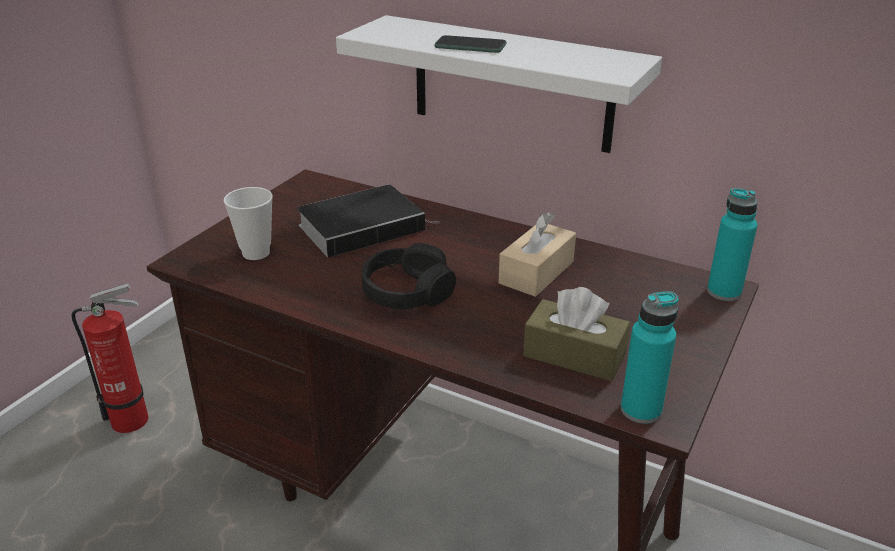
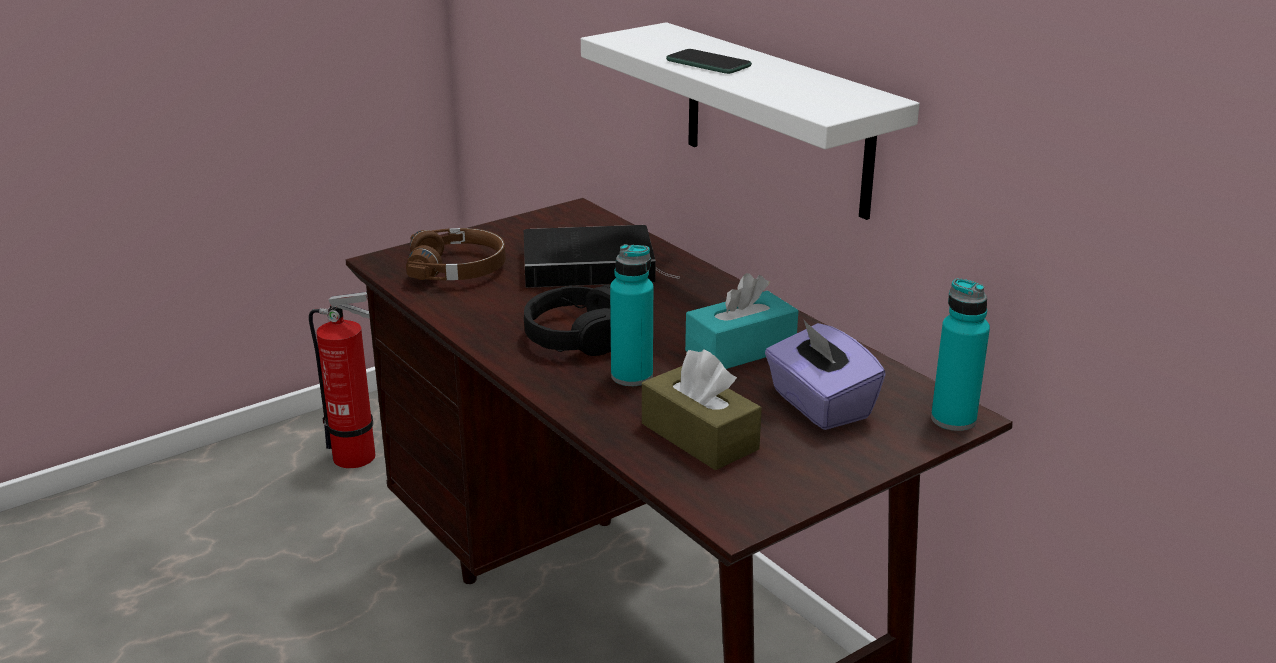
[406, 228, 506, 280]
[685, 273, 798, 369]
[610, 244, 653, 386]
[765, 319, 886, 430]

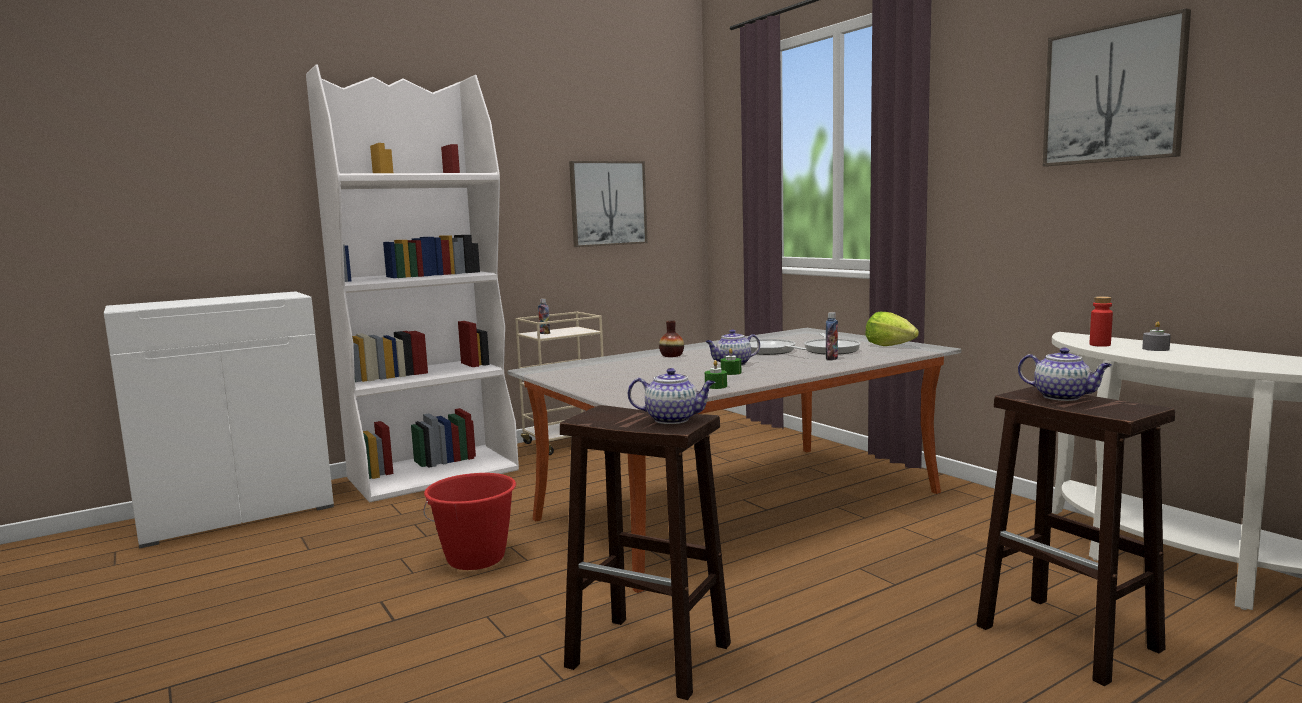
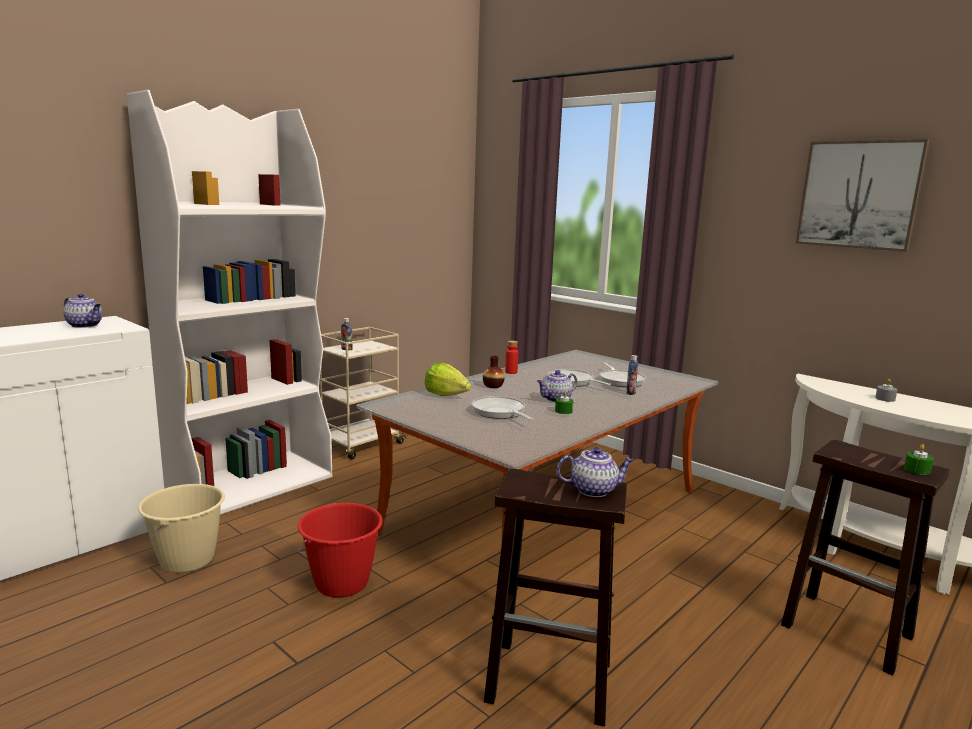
[569, 161, 648, 247] (first image)
[505, 341, 518, 374]
[424, 363, 471, 396]
[63, 293, 102, 328]
[904, 444, 934, 475]
[471, 396, 534, 420]
[138, 484, 225, 573]

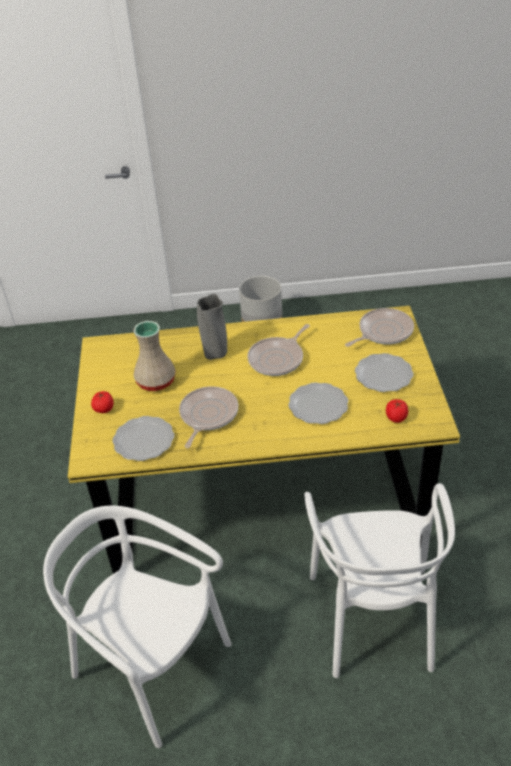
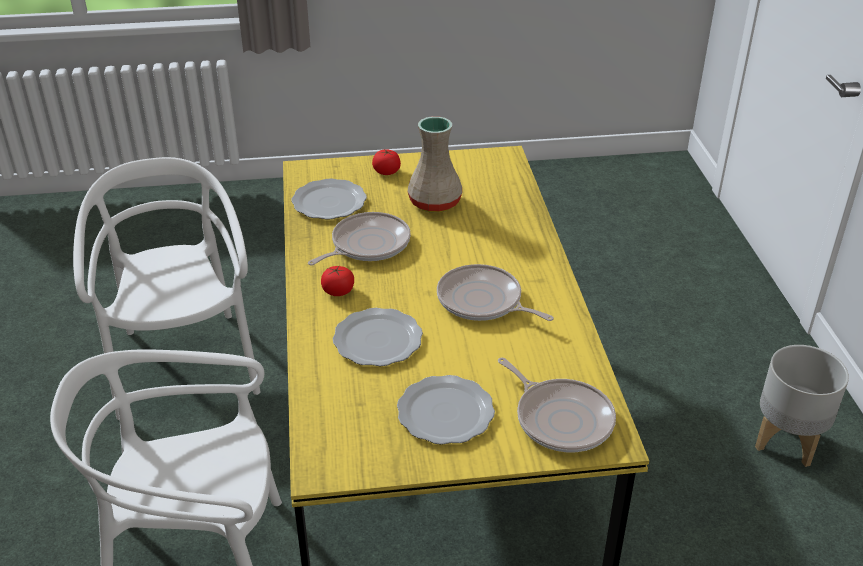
[197, 294, 227, 360] (first image)
[308, 212, 411, 265]
[321, 266, 354, 296]
[73, 157, 261, 420]

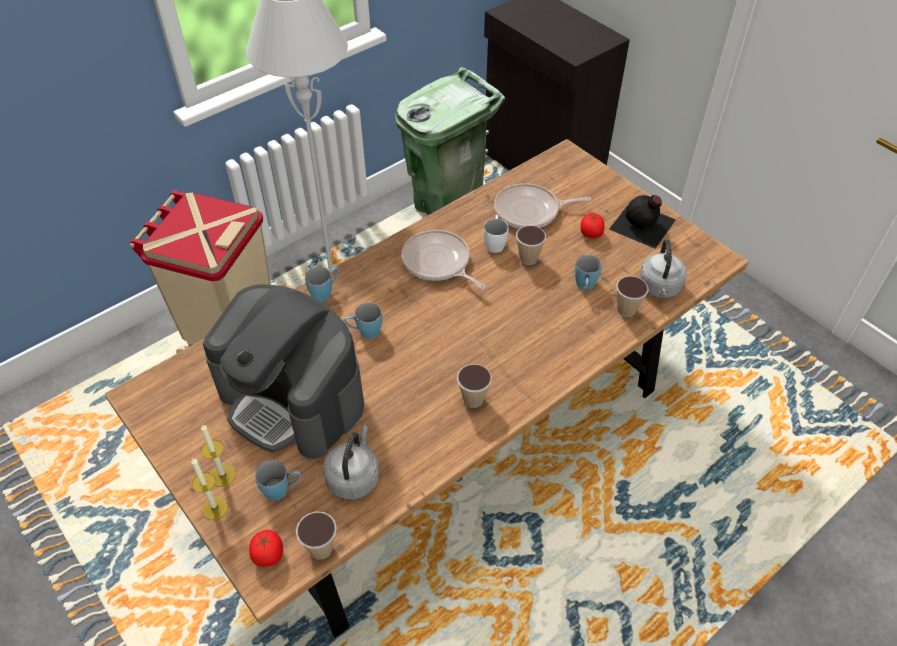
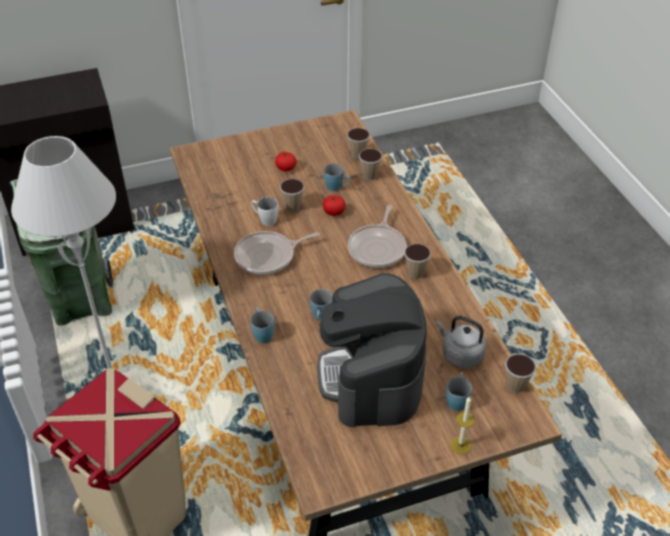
[348, 205, 407, 268]
[609, 195, 676, 249] (first image)
[347, 128, 370, 159]
[317, 273, 427, 427]
[201, 424, 236, 487] (first image)
[323, 195, 346, 216]

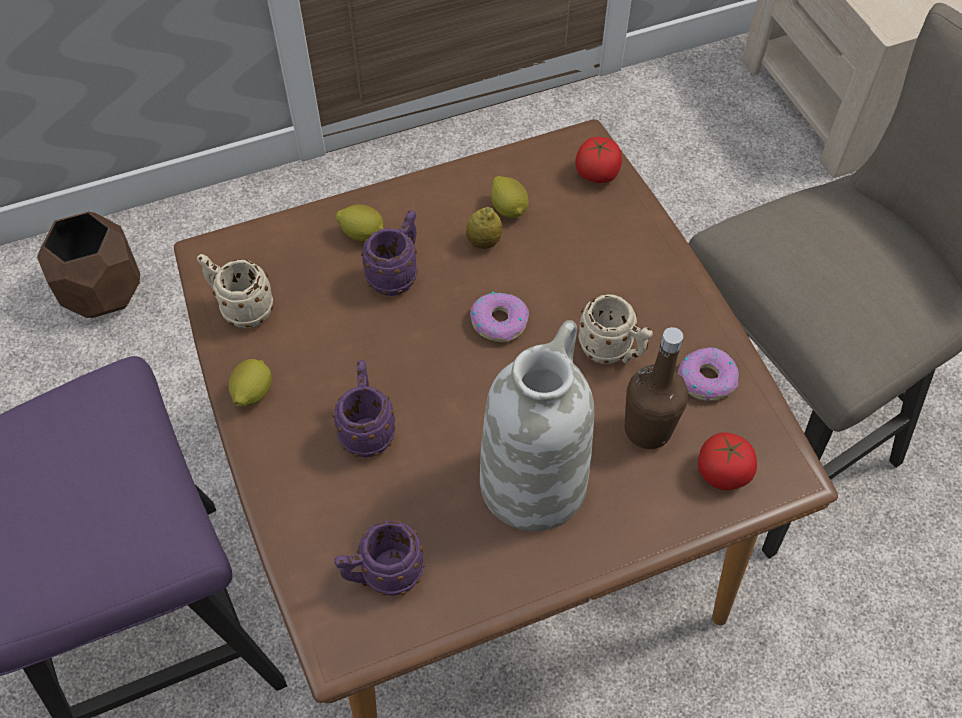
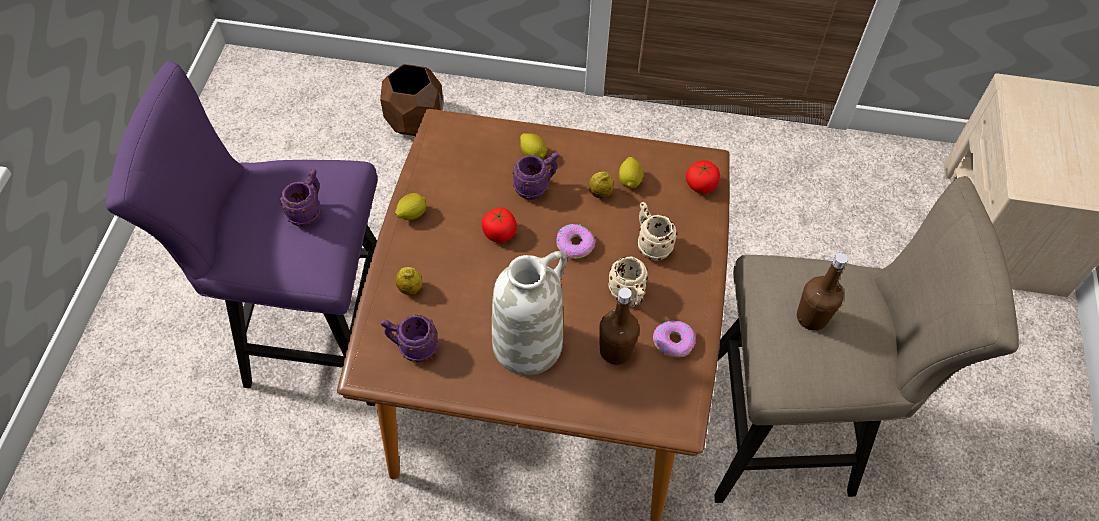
[637, 202, 678, 261]
[280, 169, 321, 227]
[482, 208, 517, 243]
[797, 252, 848, 331]
[396, 267, 422, 295]

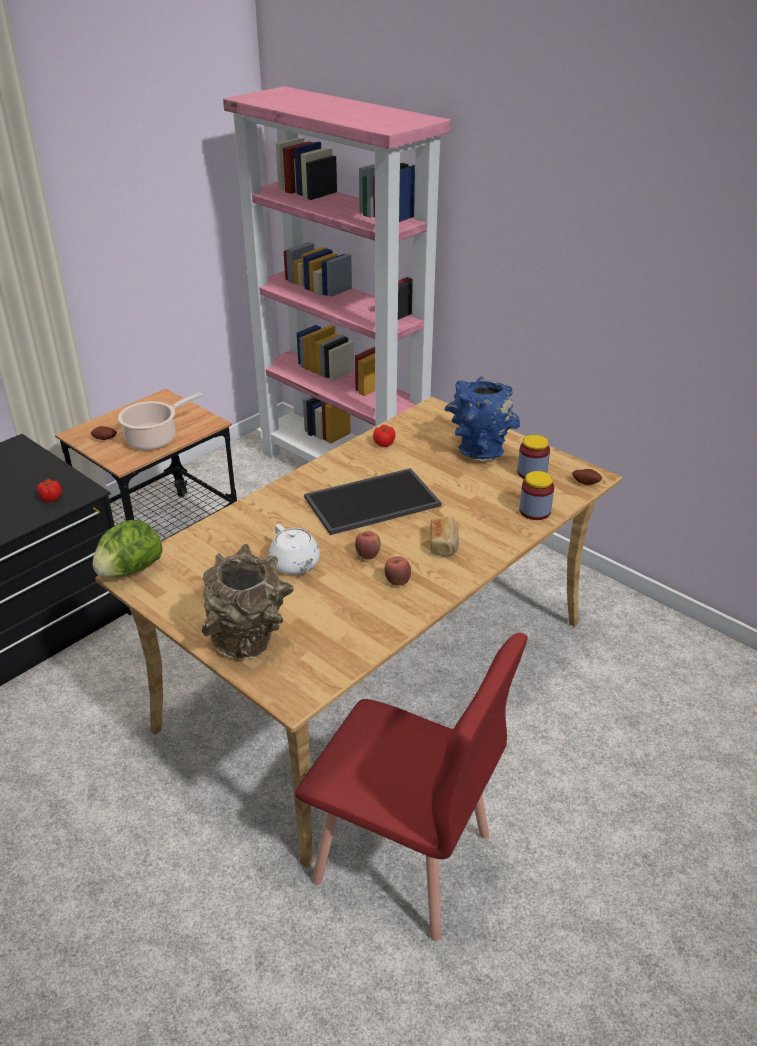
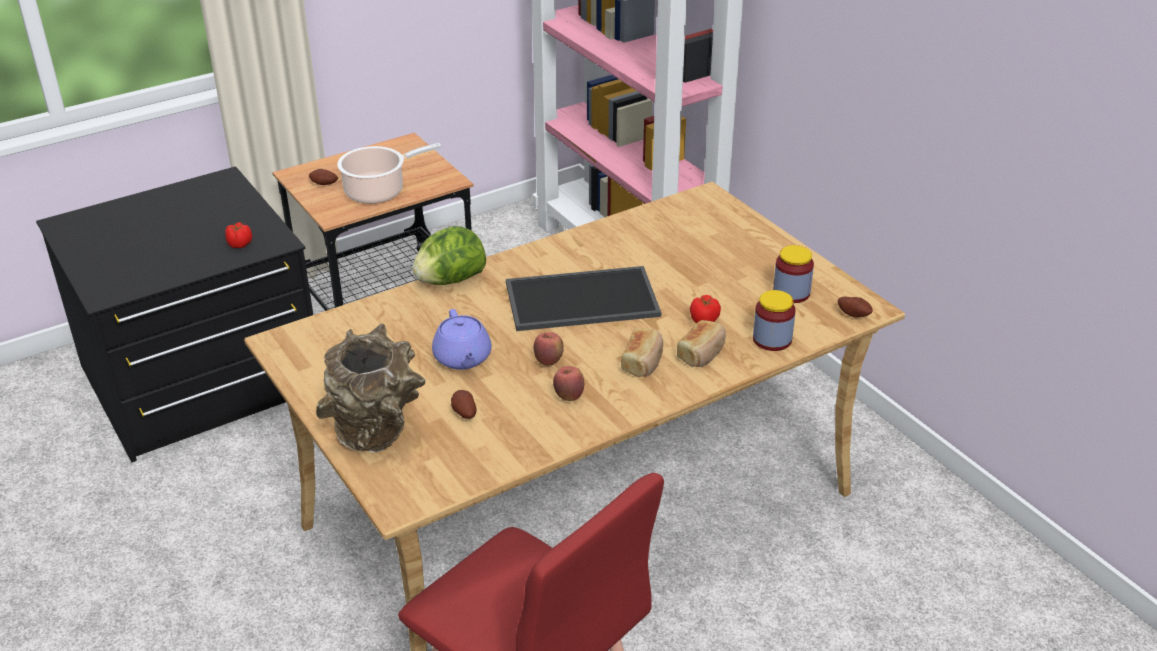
[445, 376, 520, 461] (first image)
[690, 295, 721, 323]
[412, 226, 486, 285]
[432, 309, 492, 370]
[677, 320, 726, 367]
[451, 390, 477, 419]

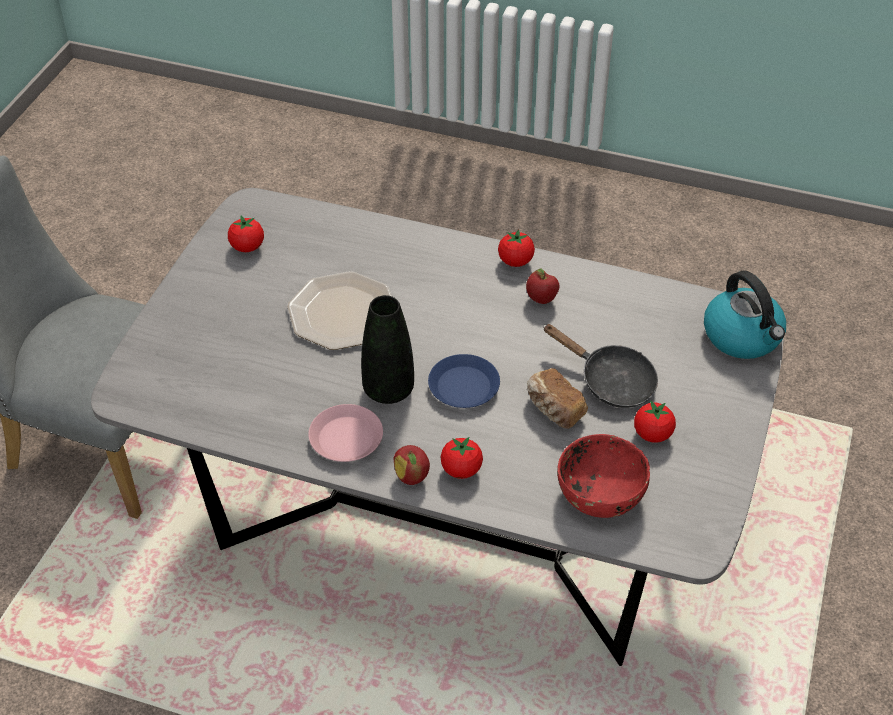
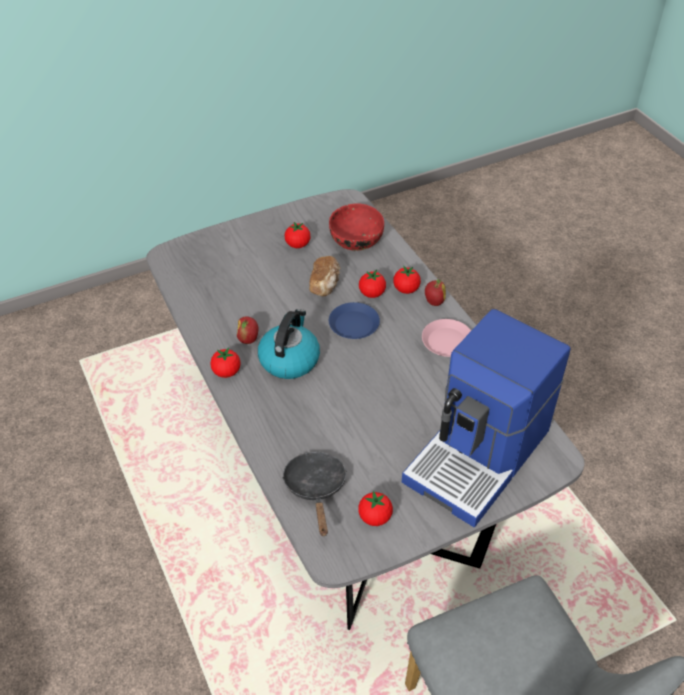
[287, 271, 392, 350] (first image)
[258, 309, 320, 379]
[361, 295, 414, 404] (first image)
[282, 452, 347, 536]
[359, 270, 386, 298]
[402, 309, 571, 527]

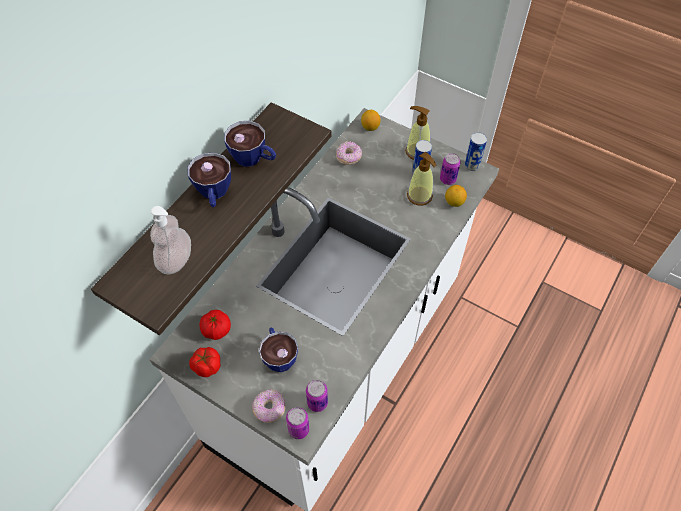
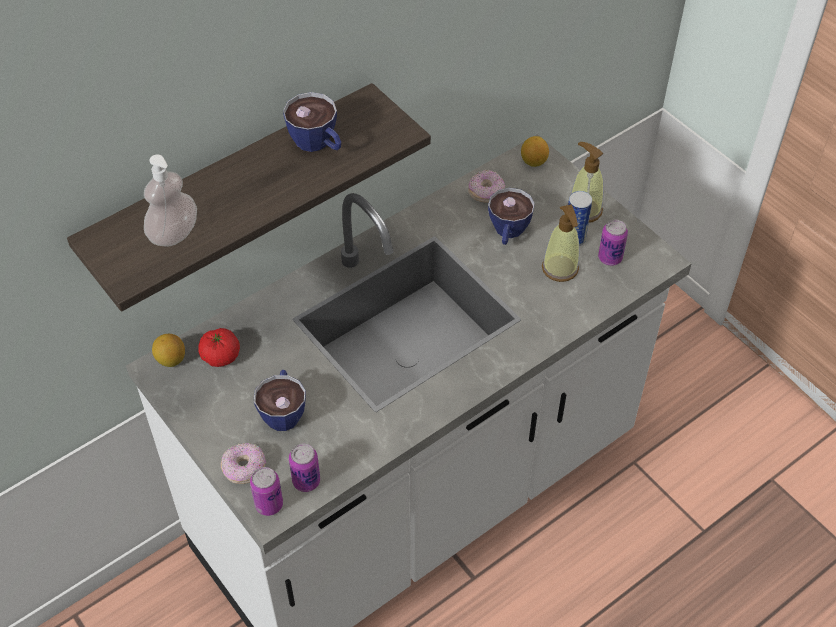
[465, 132, 487, 171] (first image)
[488, 188, 535, 245]
[152, 334, 185, 367]
[189, 347, 221, 377] (first image)

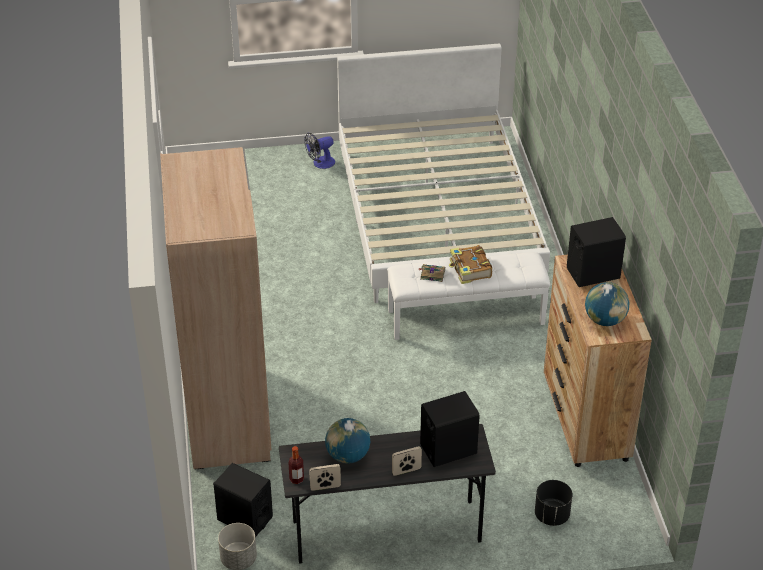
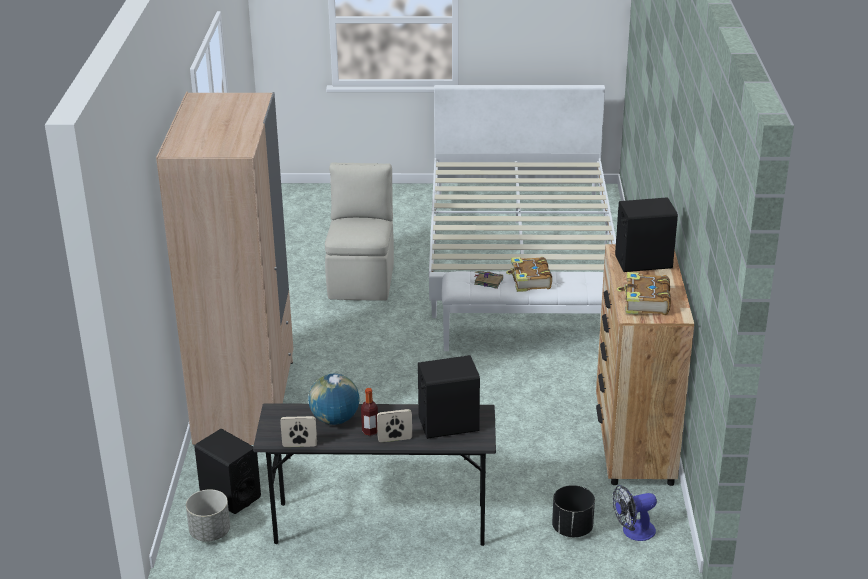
[612, 485, 657, 541]
[617, 272, 671, 315]
[361, 388, 378, 436]
[325, 162, 394, 301]

